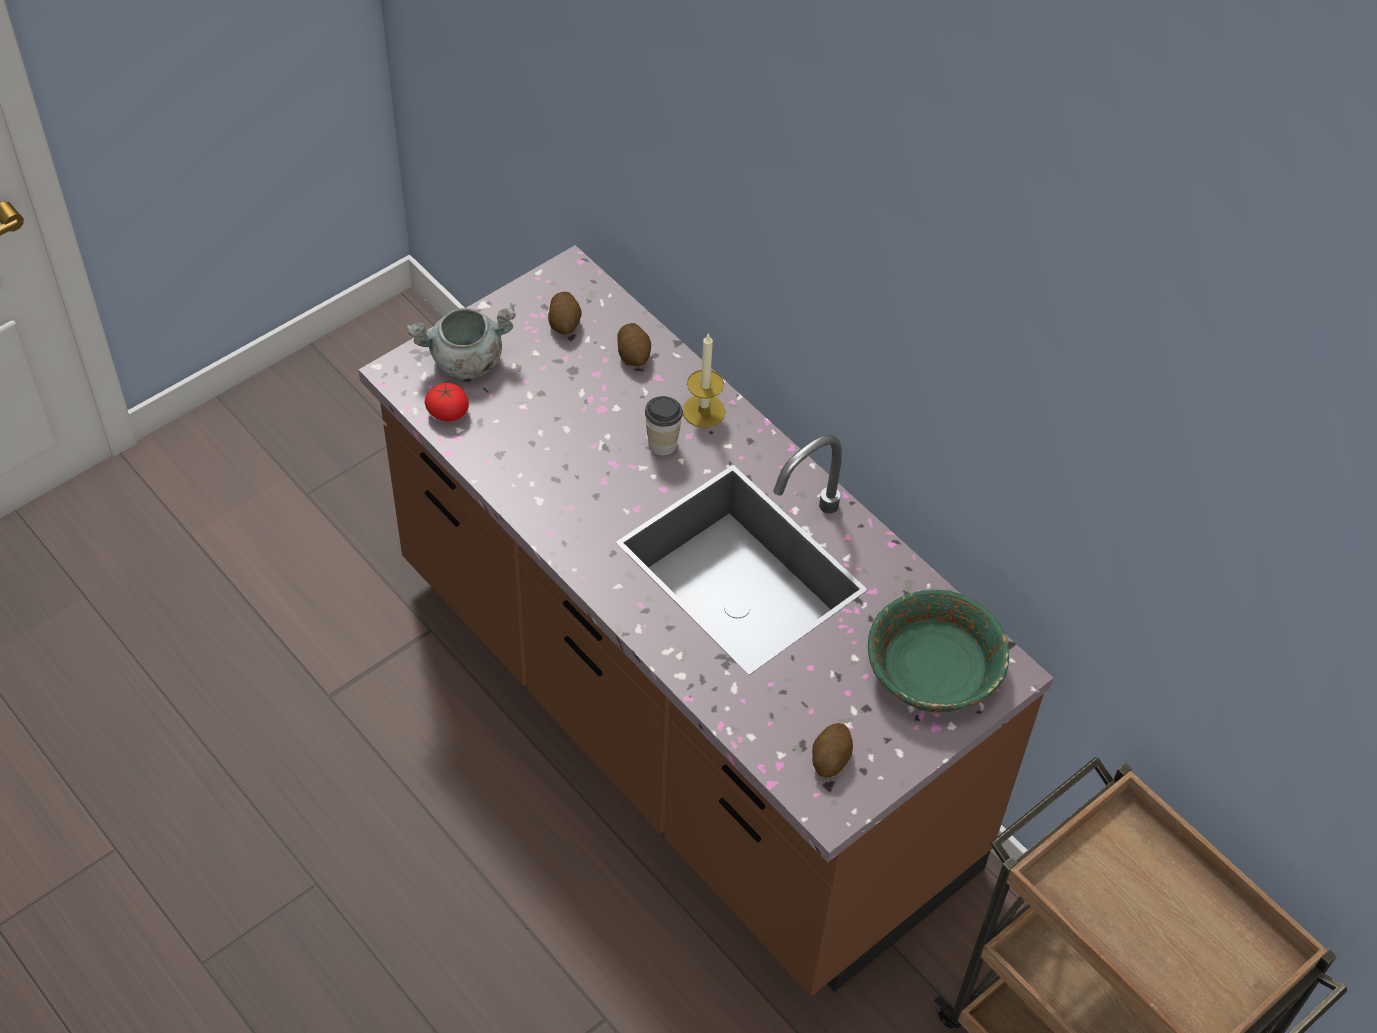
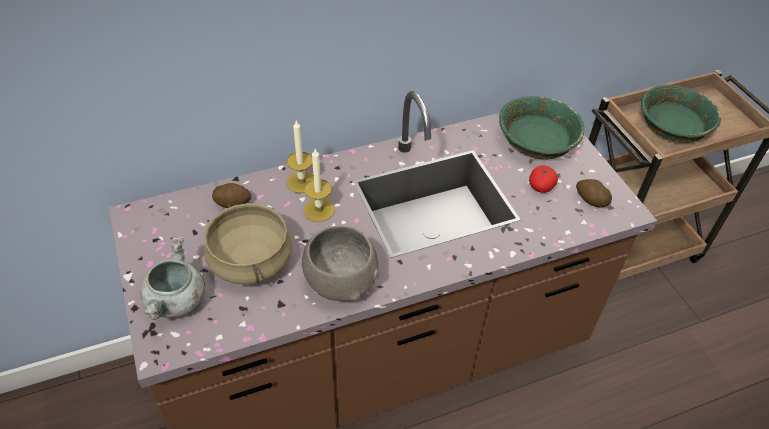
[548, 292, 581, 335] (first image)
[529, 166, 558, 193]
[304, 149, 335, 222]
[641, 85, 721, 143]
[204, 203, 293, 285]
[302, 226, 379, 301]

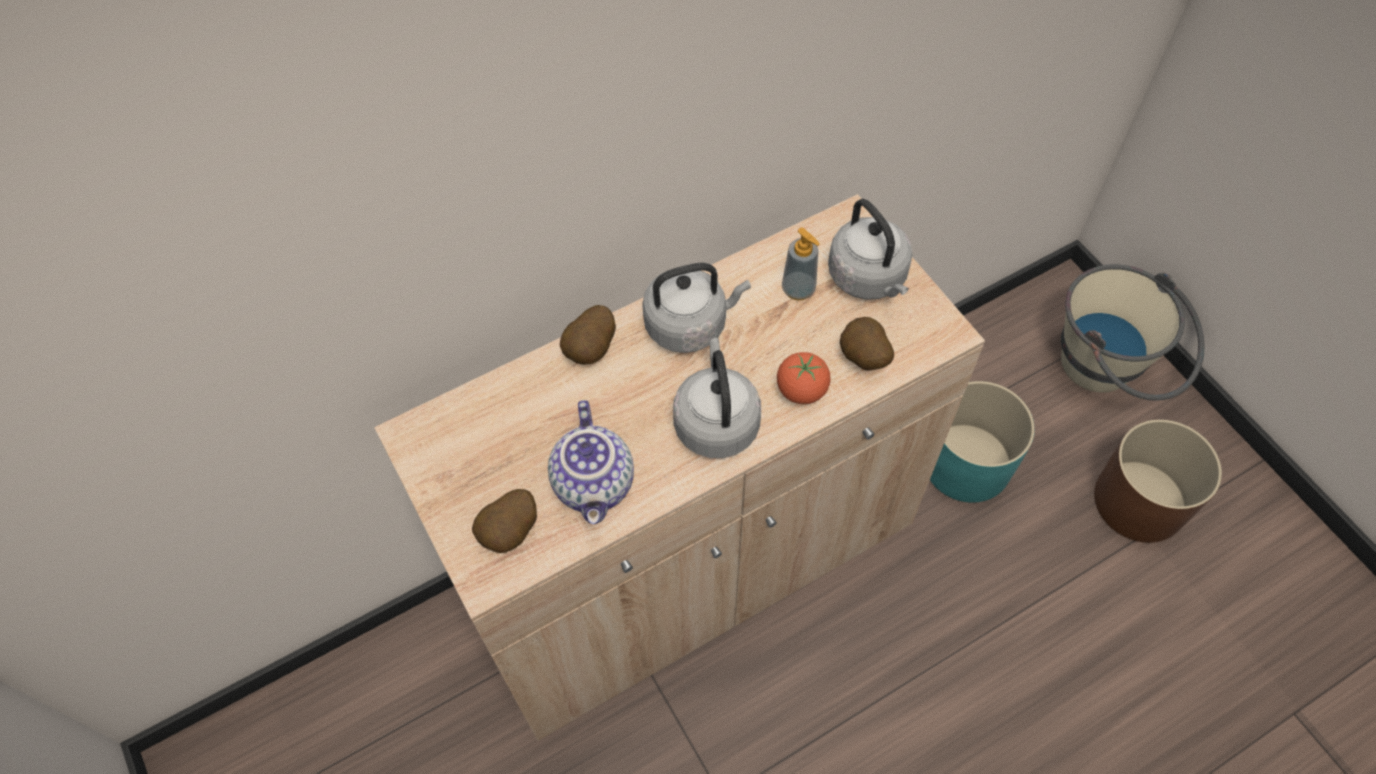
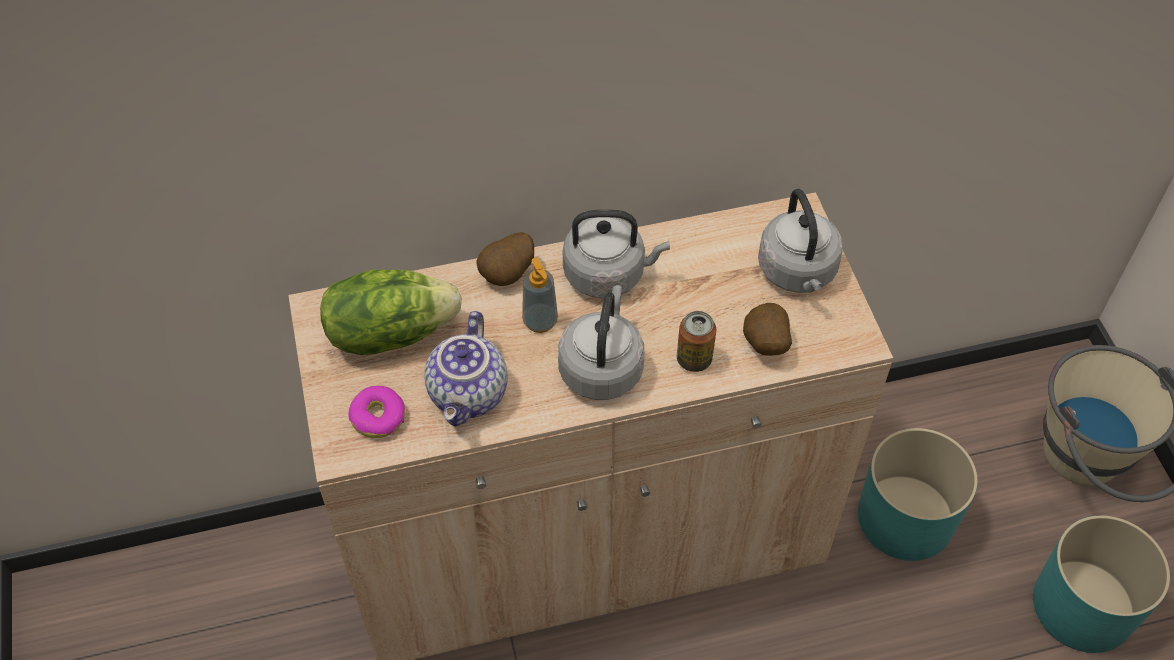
[522, 257, 558, 333]
[677, 311, 716, 372]
[1033, 515, 1170, 653]
[349, 386, 405, 438]
[320, 269, 462, 355]

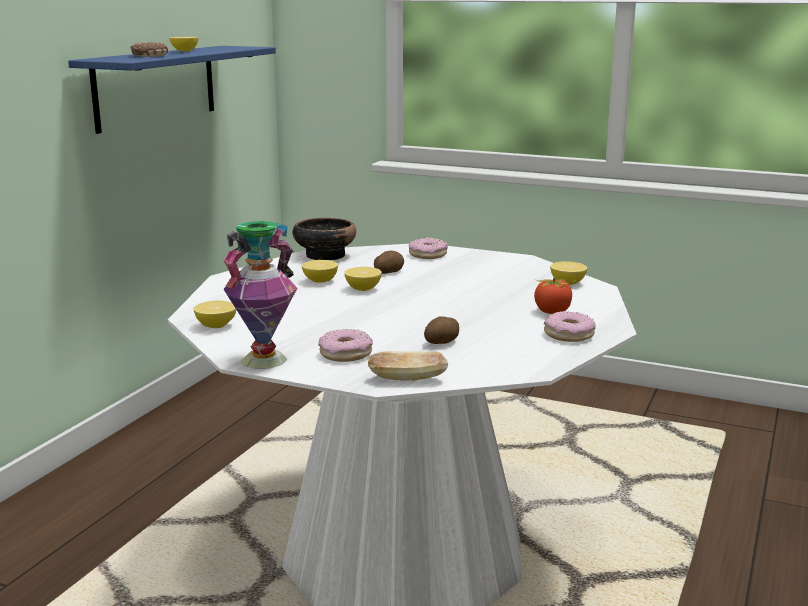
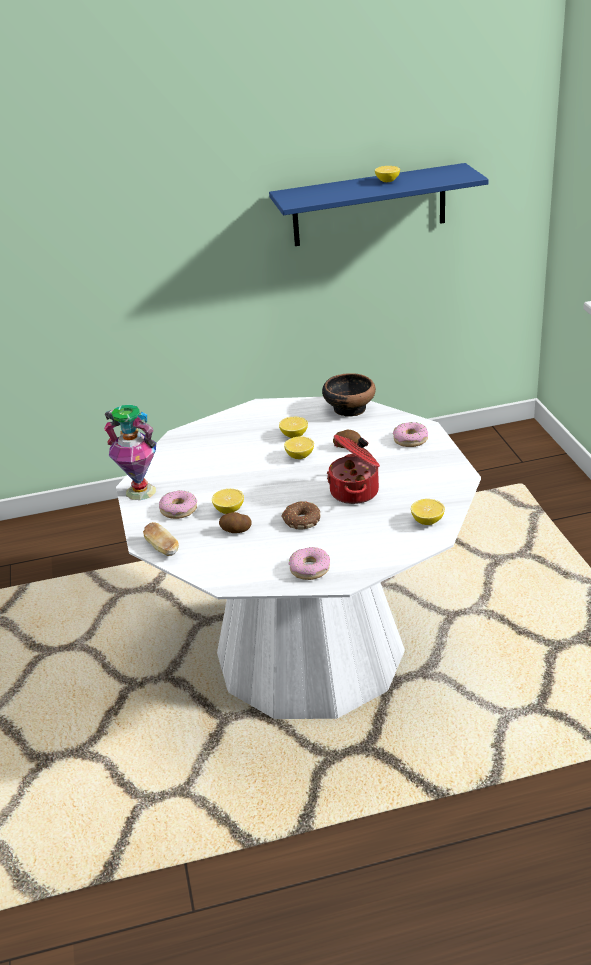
[281, 501, 321, 529]
[534, 277, 575, 314] (first image)
[212, 489, 244, 514]
[327, 435, 380, 504]

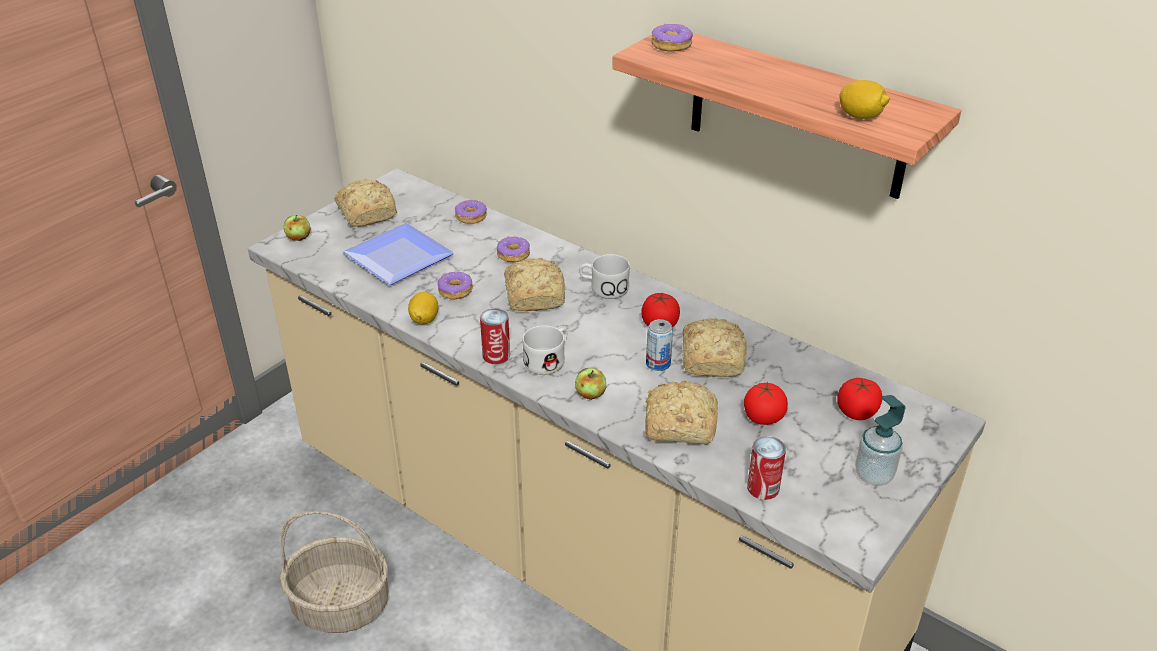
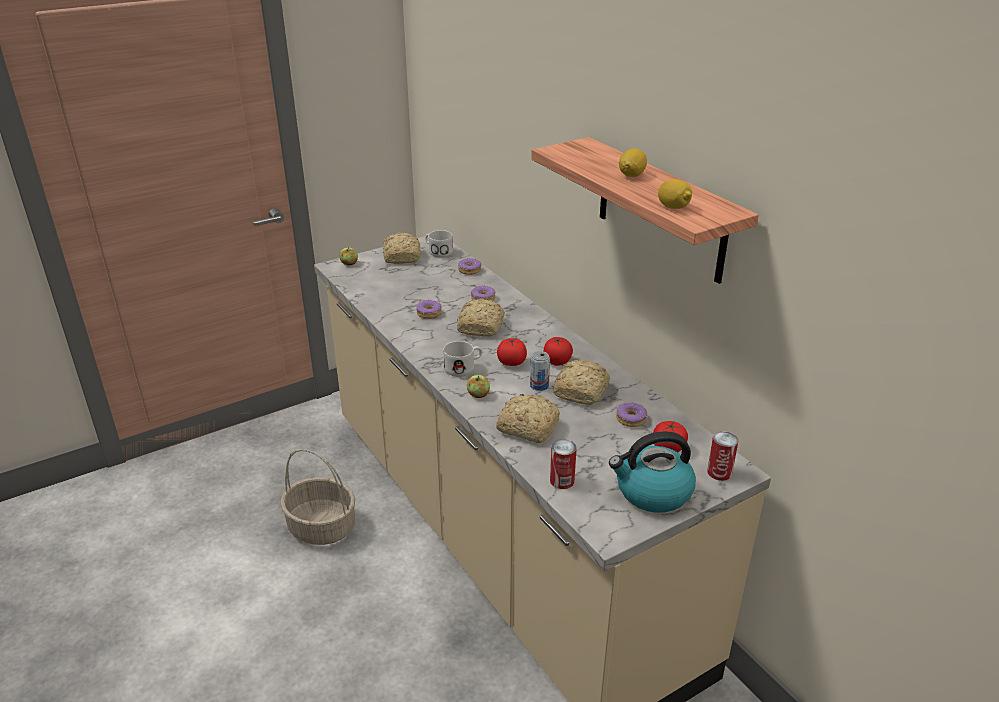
[616, 403, 647, 427]
[343, 223, 454, 285] (first image)
[425, 230, 453, 258]
[619, 148, 647, 177]
[707, 431, 738, 481]
[497, 338, 527, 366]
[609, 431, 696, 513]

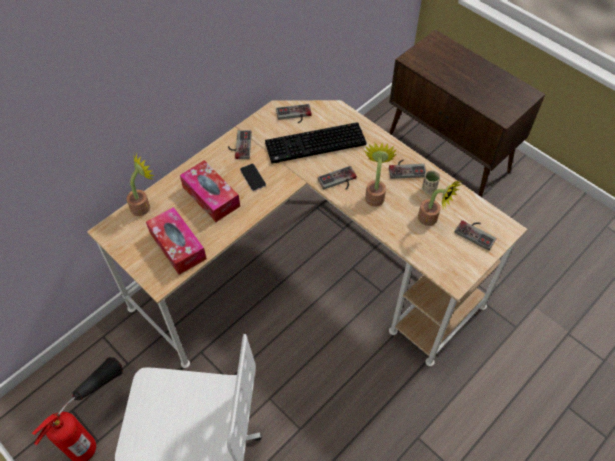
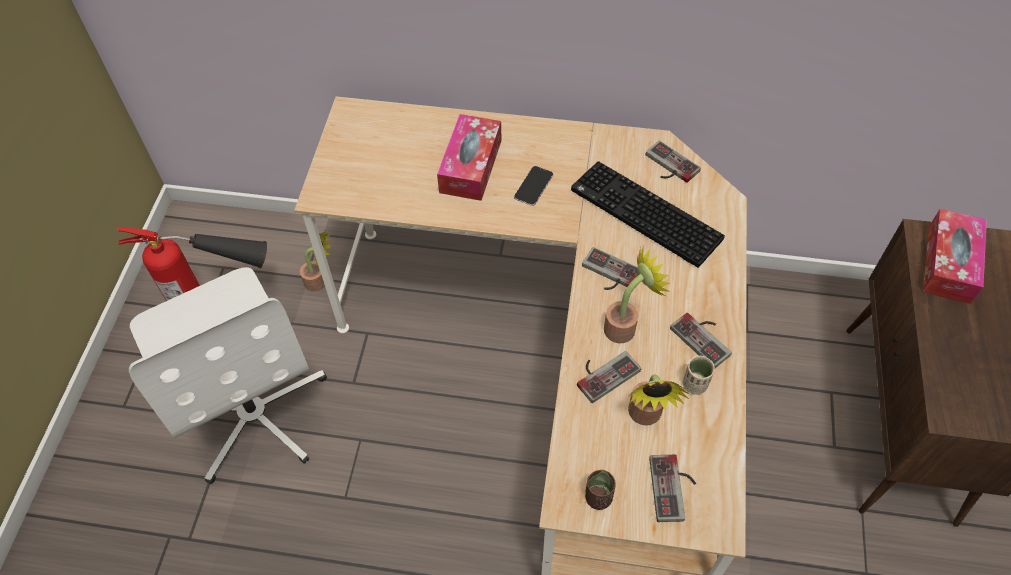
[577, 351, 641, 403]
[300, 231, 331, 291]
[923, 209, 987, 304]
[585, 470, 616, 510]

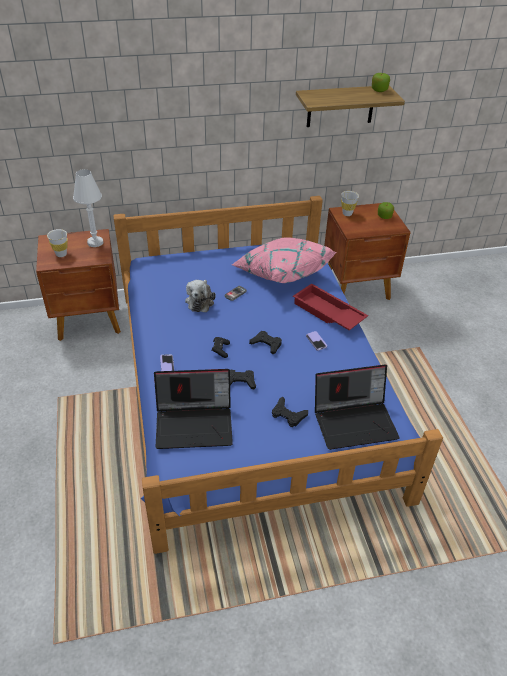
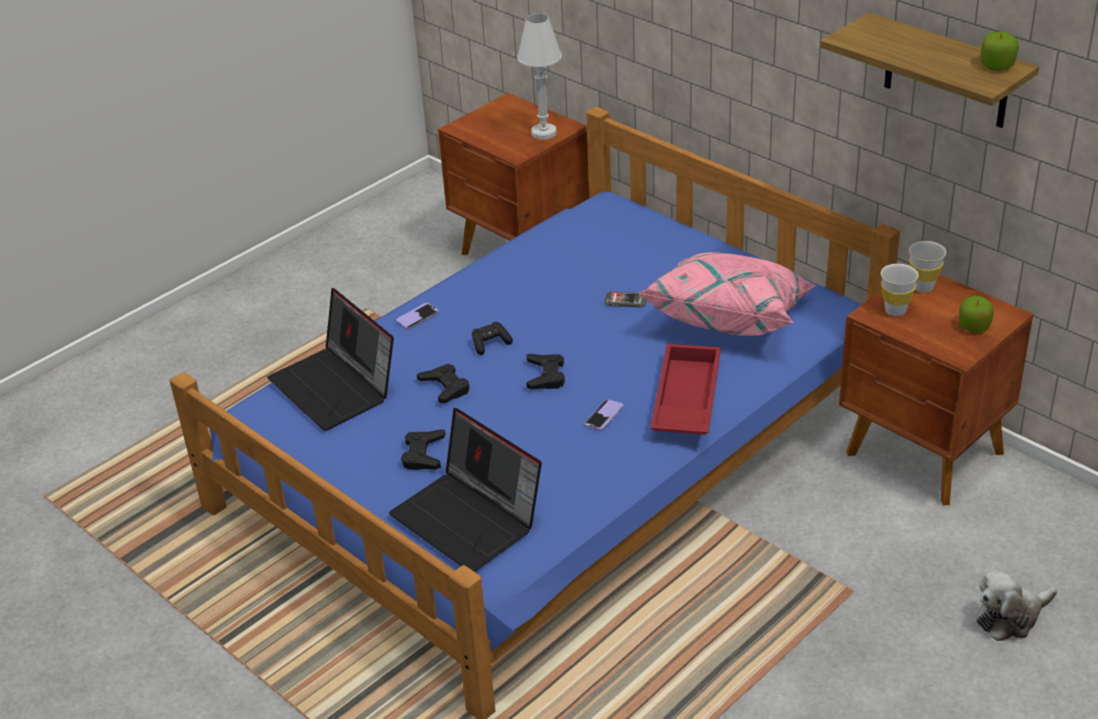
[881, 264, 919, 317]
[977, 570, 1057, 641]

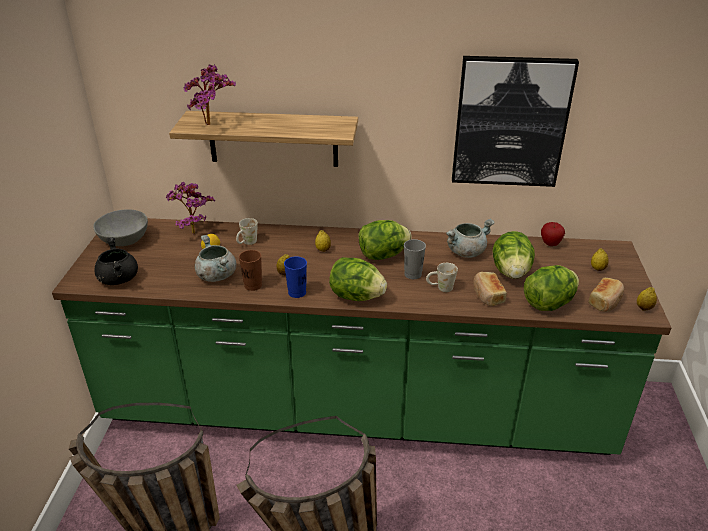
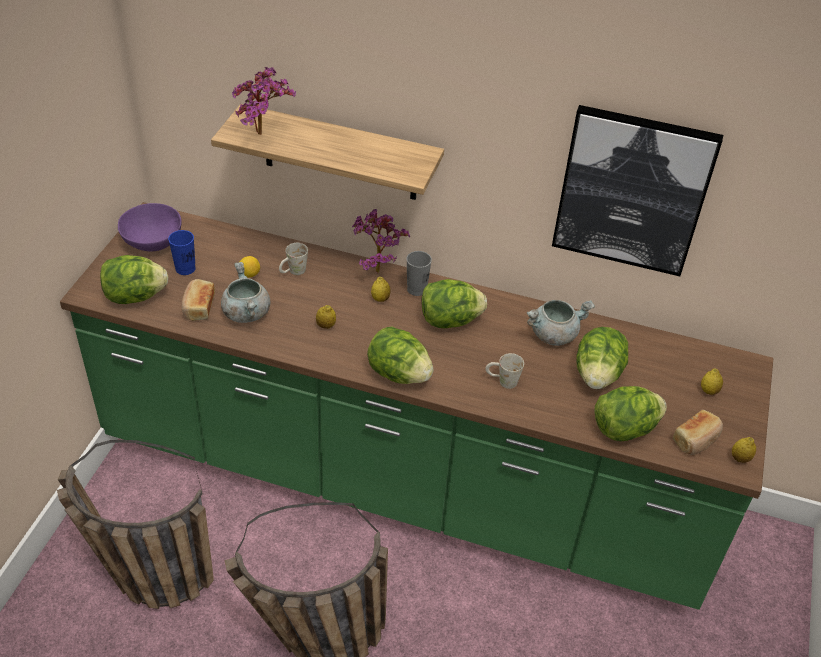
[352, 209, 411, 274]
[118, 203, 182, 251]
[541, 222, 565, 246] (first image)
[100, 255, 168, 304]
[406, 251, 432, 296]
[239, 250, 262, 291] (first image)
[168, 230, 196, 275]
[182, 279, 215, 321]

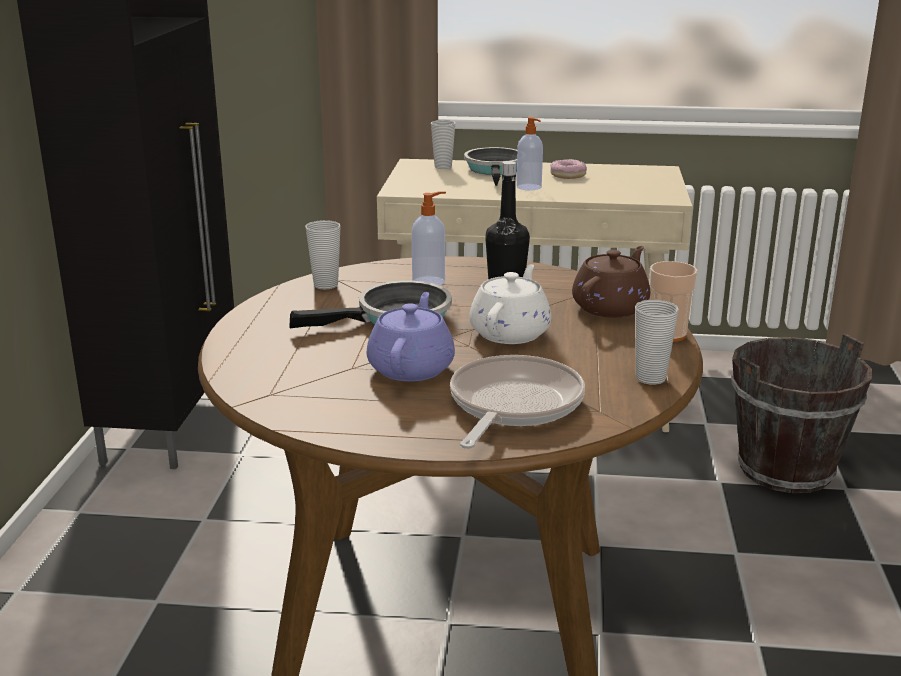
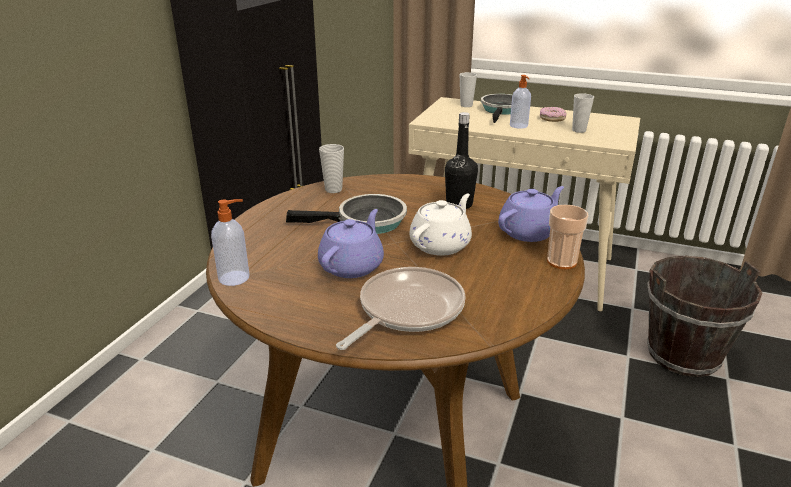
[211, 199, 250, 286]
[498, 186, 564, 242]
[572, 93, 594, 133]

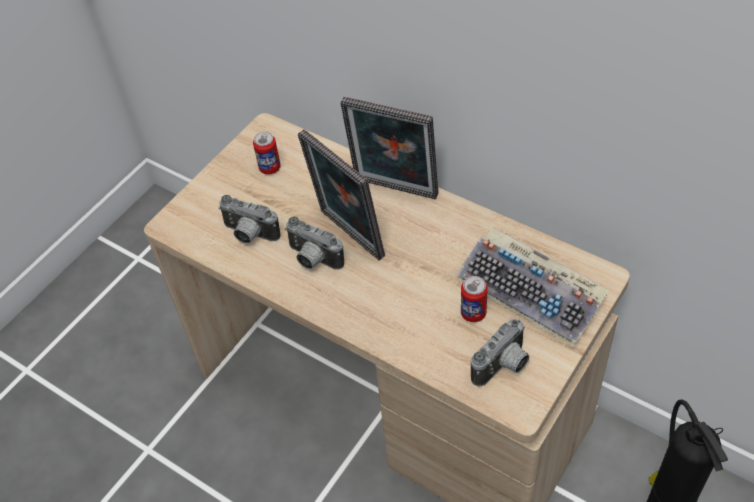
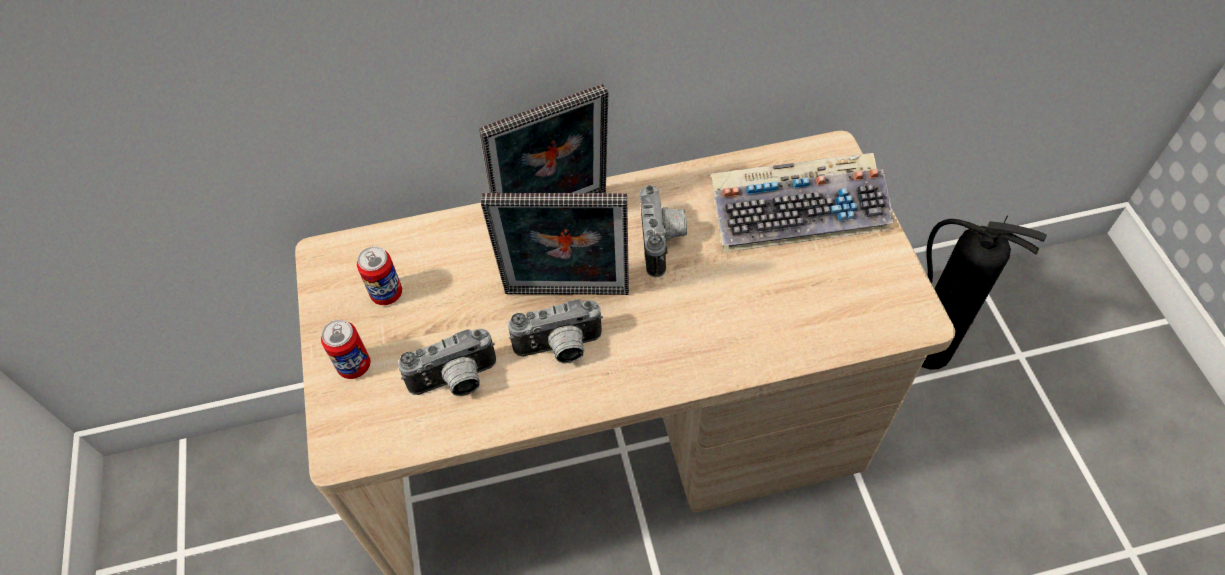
[321, 320, 371, 379]
[640, 185, 687, 278]

